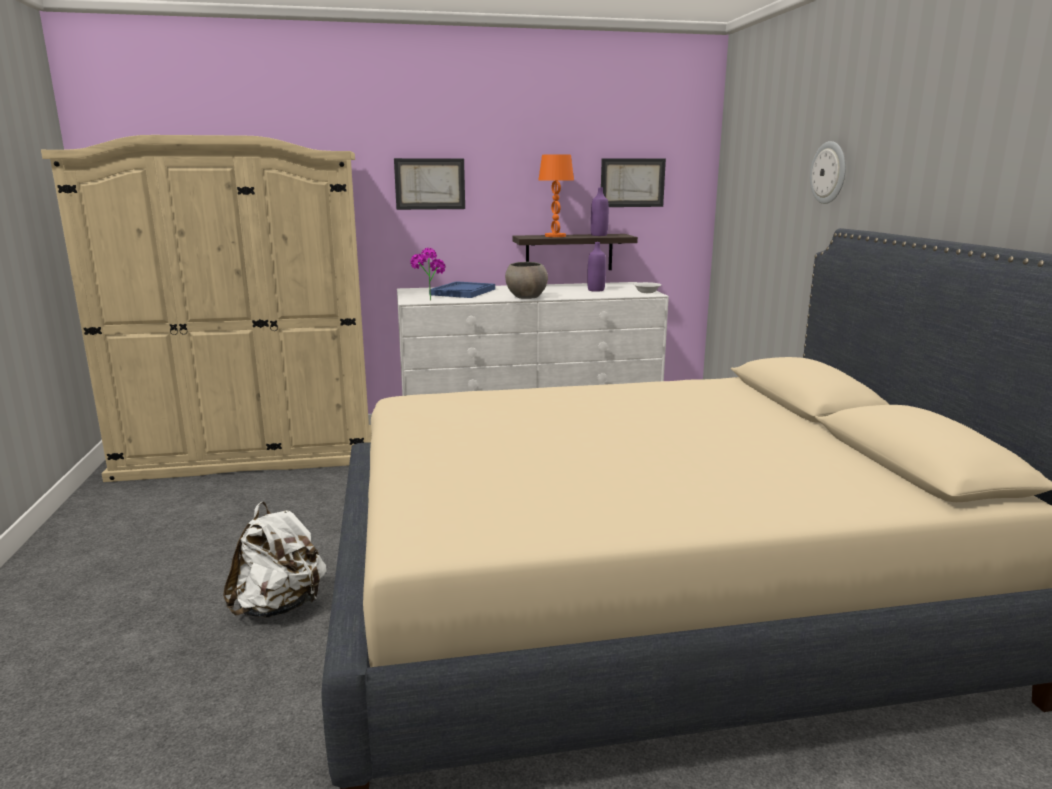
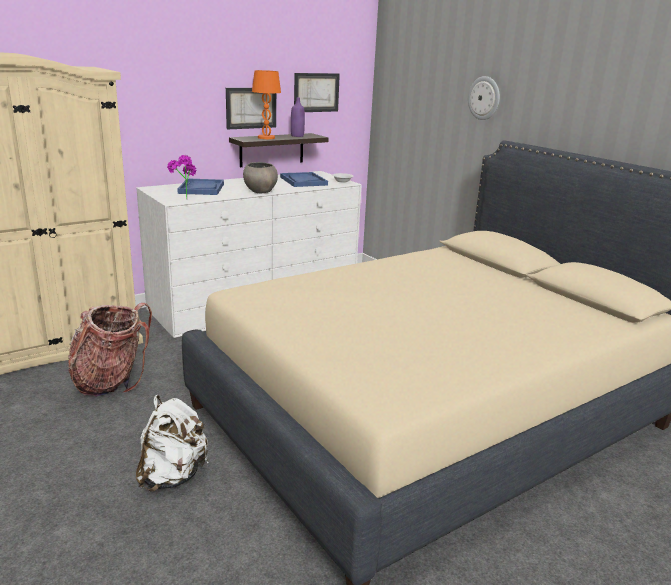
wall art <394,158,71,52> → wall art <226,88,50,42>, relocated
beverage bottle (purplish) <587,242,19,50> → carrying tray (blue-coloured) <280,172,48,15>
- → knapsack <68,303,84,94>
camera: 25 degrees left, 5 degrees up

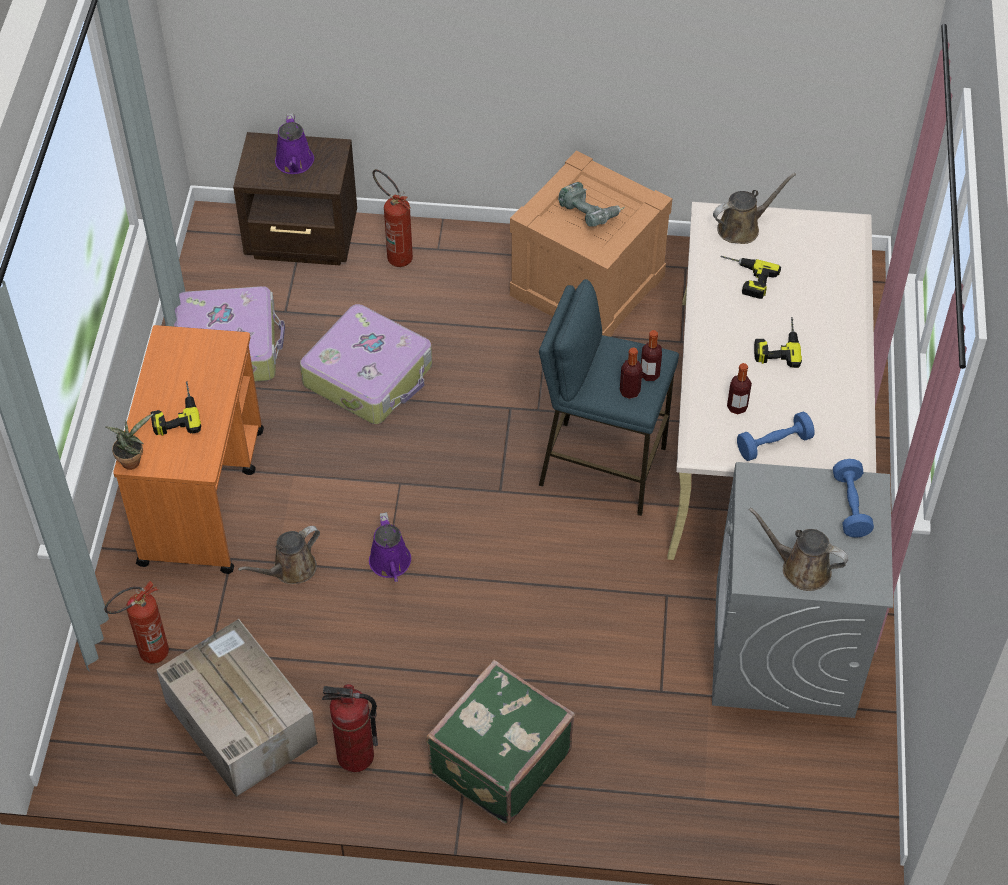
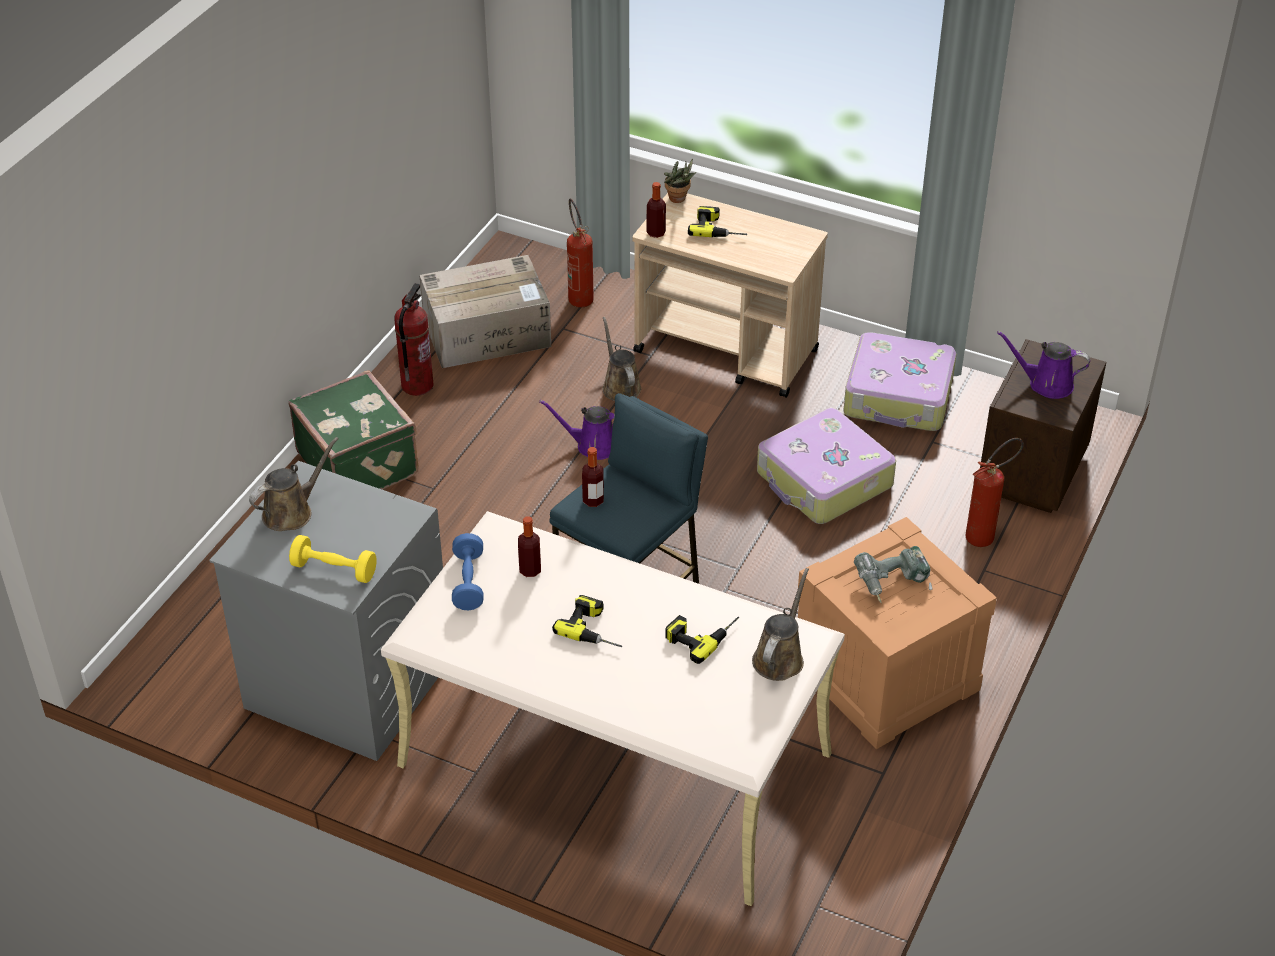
trolley (orange) <113,325,151,249> → trolley (beige-coloured) <632,193,196,205>
beverage bottle <641,330,21,51> → beverage bottle <647,182,19,56>, relocated
sprinkling can (brown-coloured) <713,173,83,71> → sprinkling can (brown-coloured) <752,568,57,113>, 150 degrees counterclockwise
hand weight (blue-coloured) <833,459,41,79> → hand weight (yellowish) <289,535,88,48>
camera: 110 degrees right, 10 degrees down

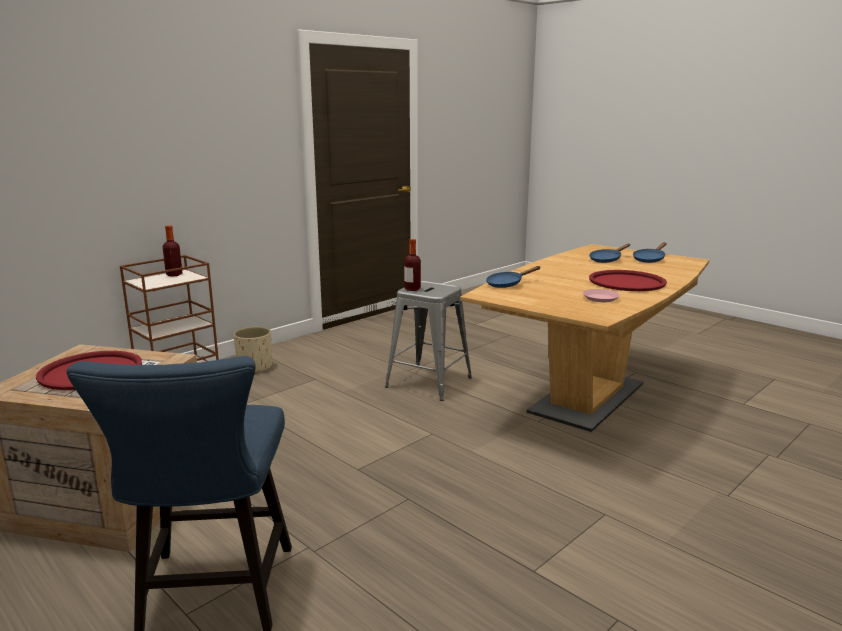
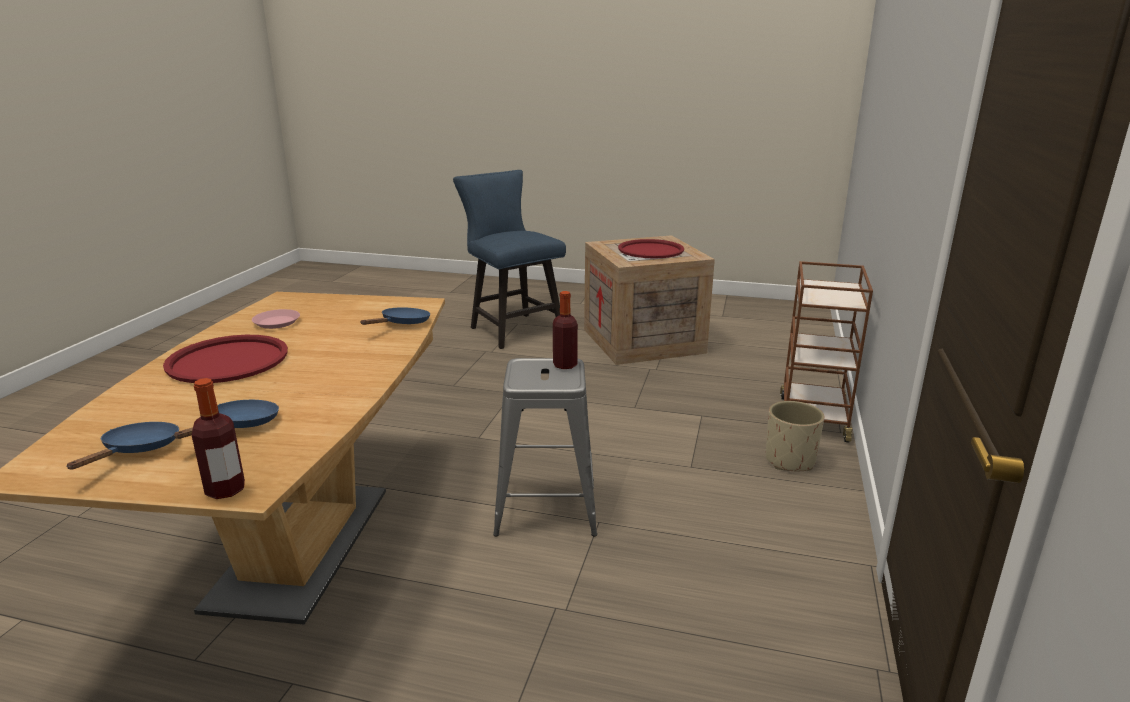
beverage bottle <163,225,19,52> → beverage bottle <192,378,53,121>, relocated
camera: 150 degrees right, 5 degrees up

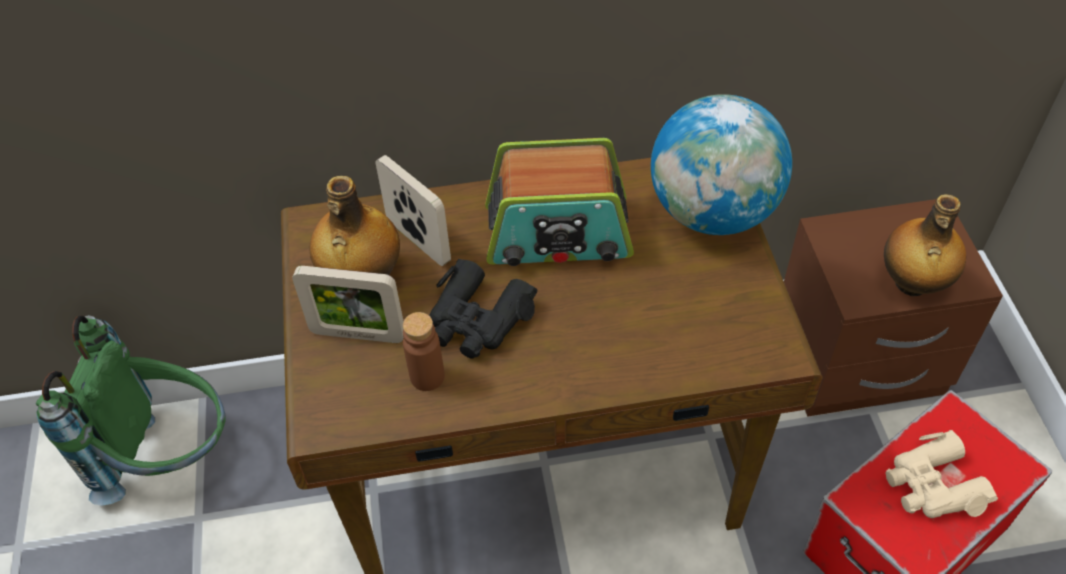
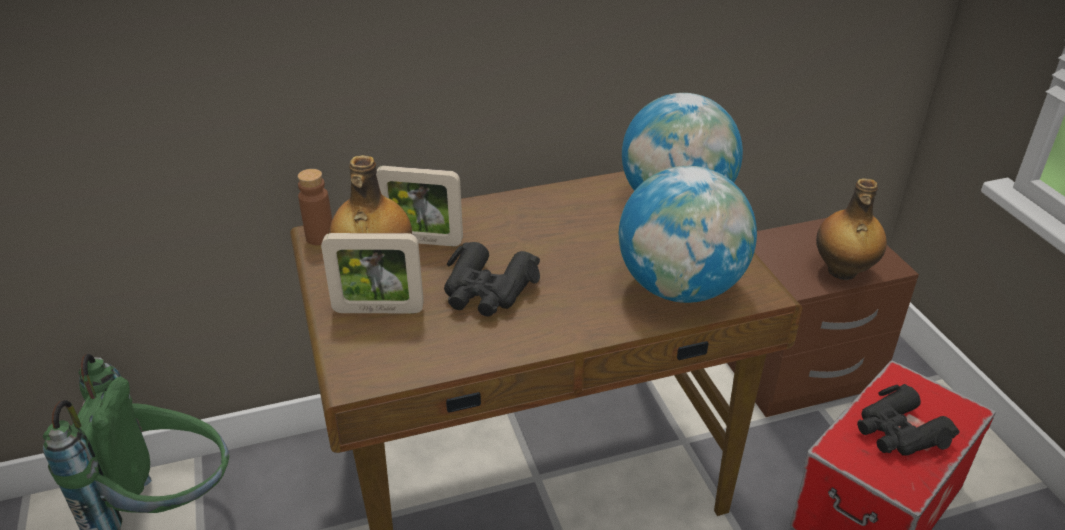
standing frame <375,155,76,111> → standing frame <376,166,87,80>, 150 degrees clockwise
beverage bottle (brown-coloured) <403,312,42,79> → beverage bottle (brown-coloured) <298,169,34,76>, relocated
radio receiver <485,138,149,128> → -
field glasses (beige-coloured) <885,430,113,88> → field glasses (blackish) <857,384,102,72>
- → globe <619,166,138,137>
camera: 10 degrees left, 15 degrees down

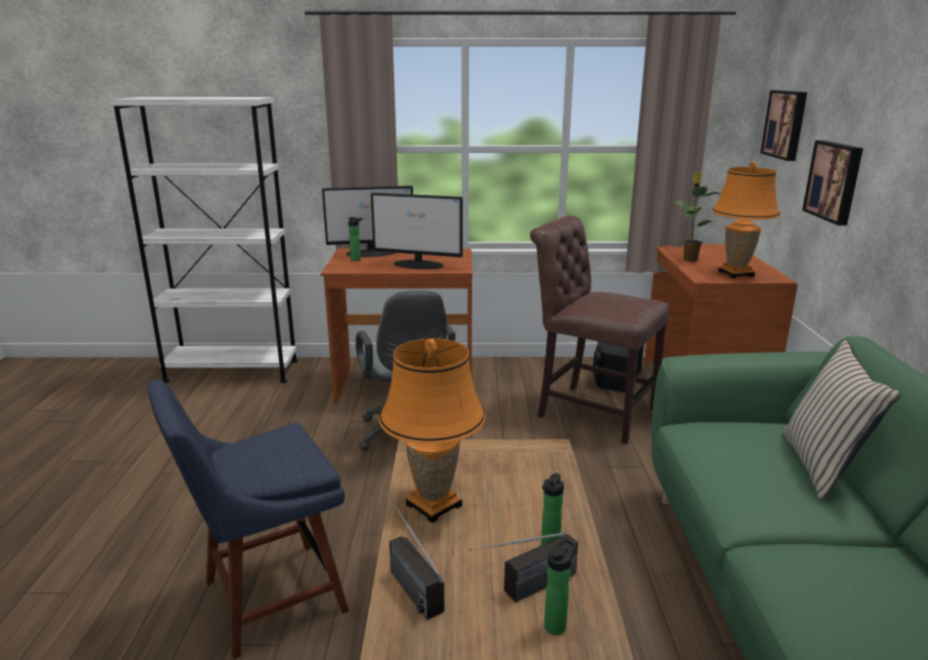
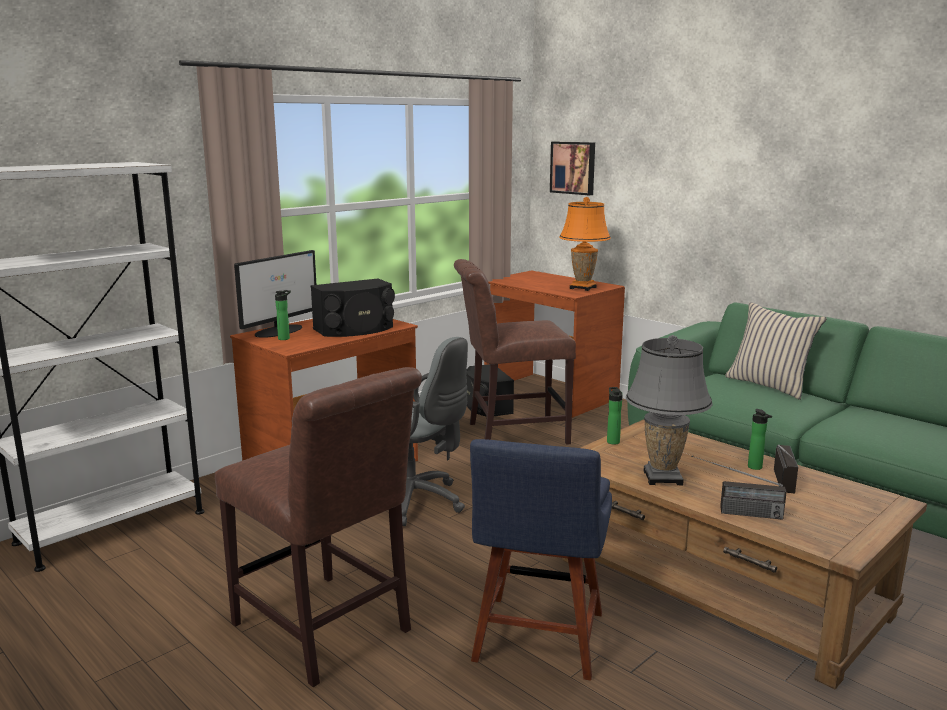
monitor <371,193,92,76> → audio speaker (blackish) <310,278,85,59>
lamp for a table (orange) <379,338,106,185> → lamp for a table (gray) <626,335,87,150>
beverage bottle <544,538,33,97> → beverage bottle <607,387,16,58>, relocated
houseplant <674,173,47,89> → -
wall art <802,140,61,85> → -
- → plain chair (brown-coloured) <215,367,207,320>
camera: 45 degrees left, 5 degrees down

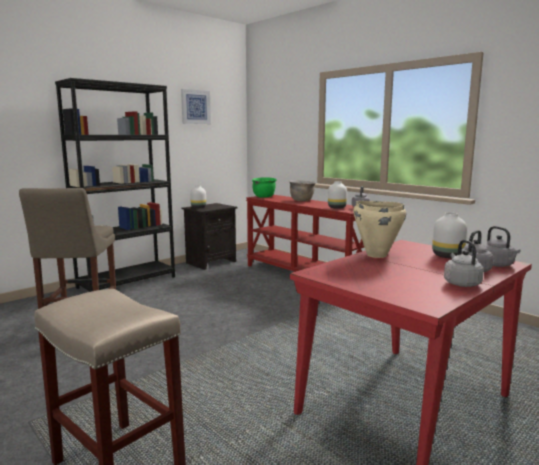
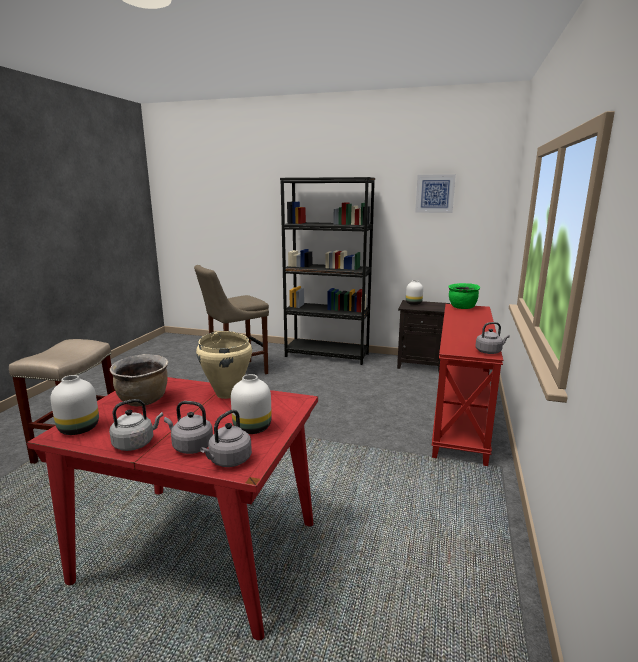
cooking pot (brown-coloured) <289,180,27,21> → cooking pot (brown-coloured) <110,354,58,52>, relocated
decorative vase (whitish) <328,181,19,28> → decorative vase (whitish) <51,375,48,60>, relocated
camera: 60 degrees right, 5 degrees up

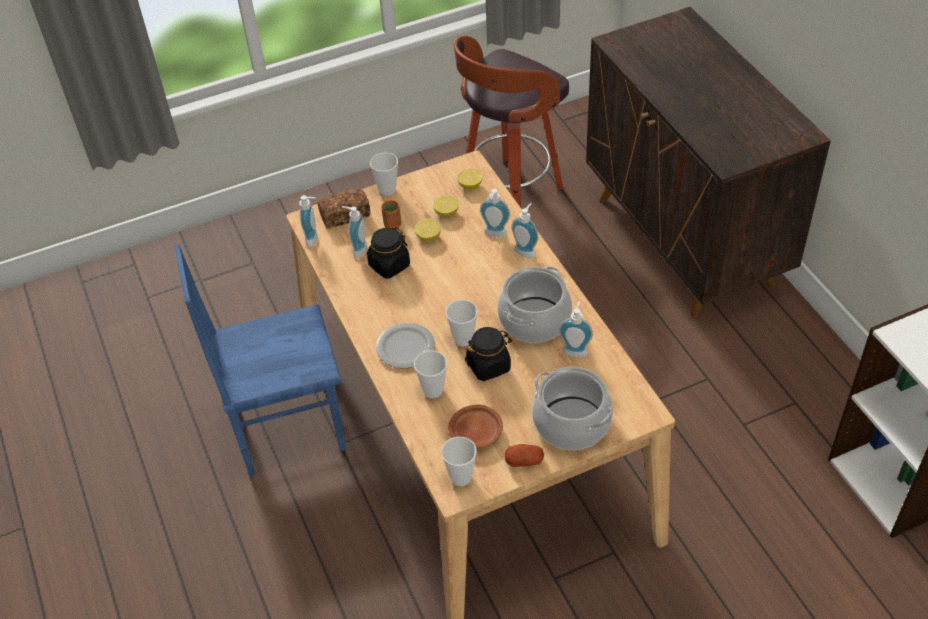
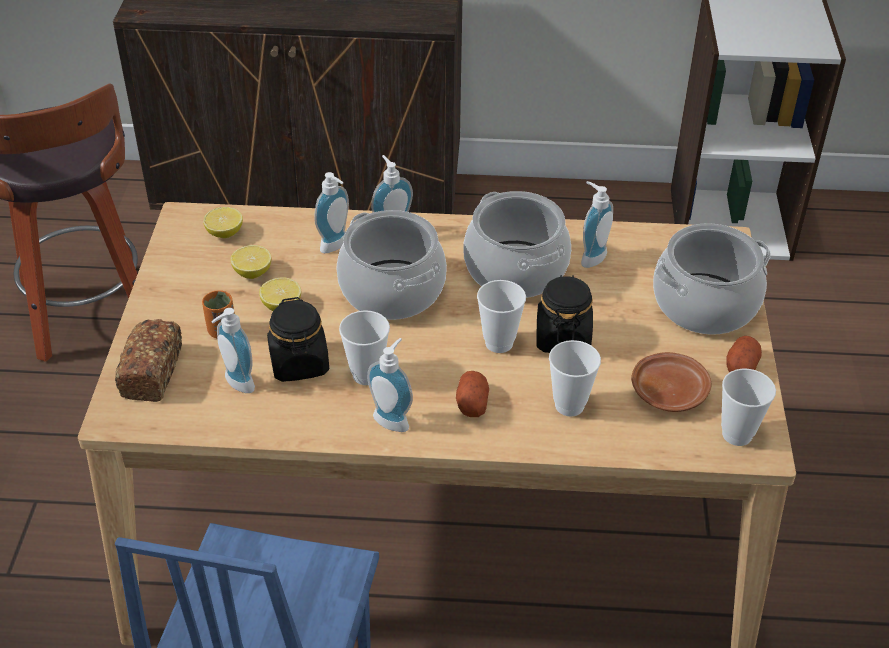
liquid soap bottle <299,195,19,52> → liquid soap bottle <367,338,46,94>, relocated
drinking cup <370,153,28,43> → drinking cup <339,310,51,75>, relocated
flat dish <376,323,59,45> → whole potato <456,371,33,46>
- → cooking pot <337,210,110,110>
camera: 65 degrees left, 5 degrees down

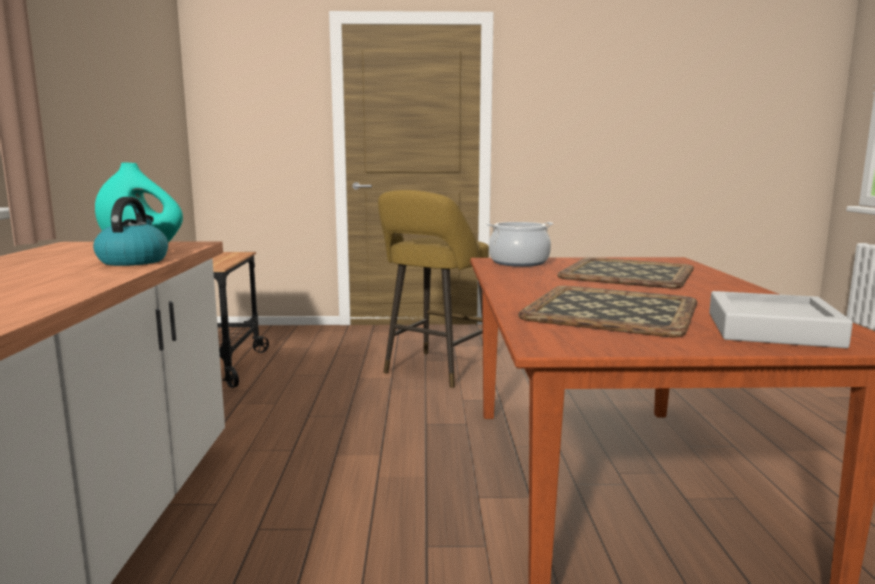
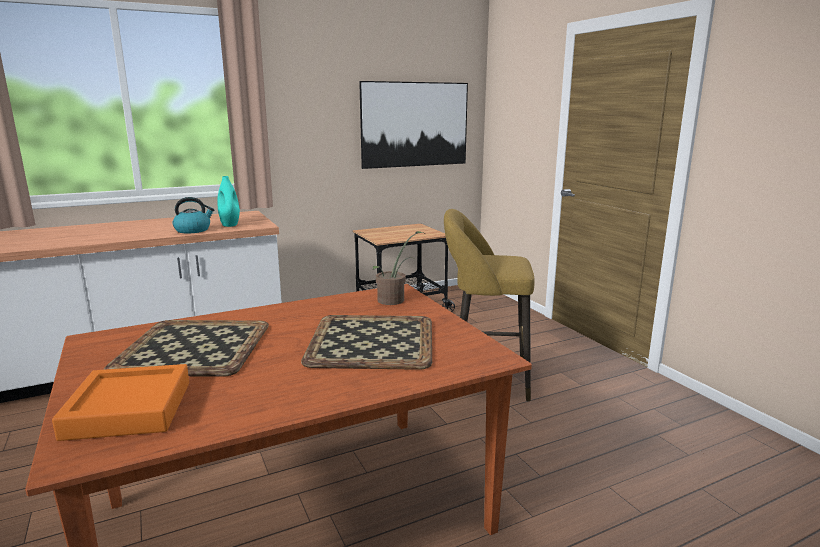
cooking pot <487,222,66,45> → houseplant <373,231,52,74>
carrying tray (gray) <709,291,144,57> → carrying tray (orange) <52,364,137,77>
- → wall art <359,81,109,88>
camera: 65 degrees right, 5 degrees up

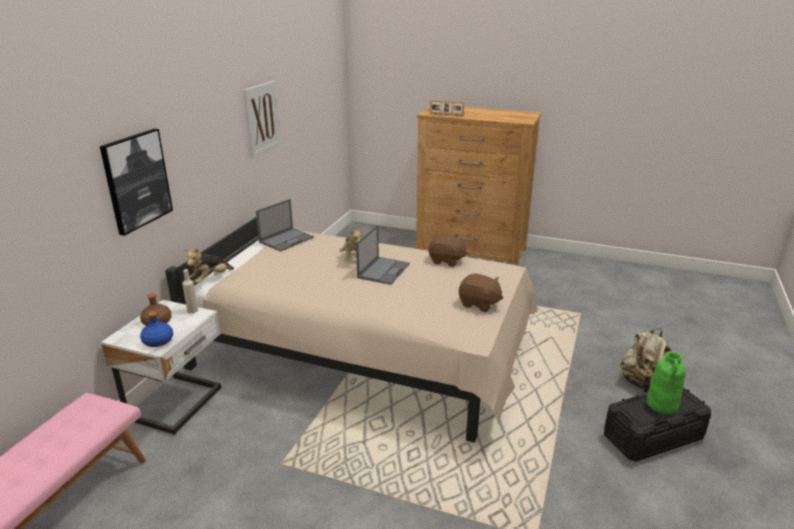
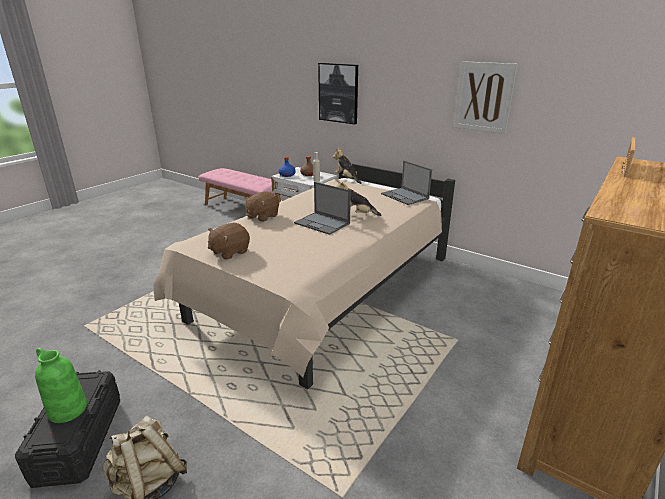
plush toy (brown-coloured) <429,235,39,32> → plush toy (brown-coloured) <244,191,35,31>, relocated
camera: 105 degrees right, 0 degrees up

